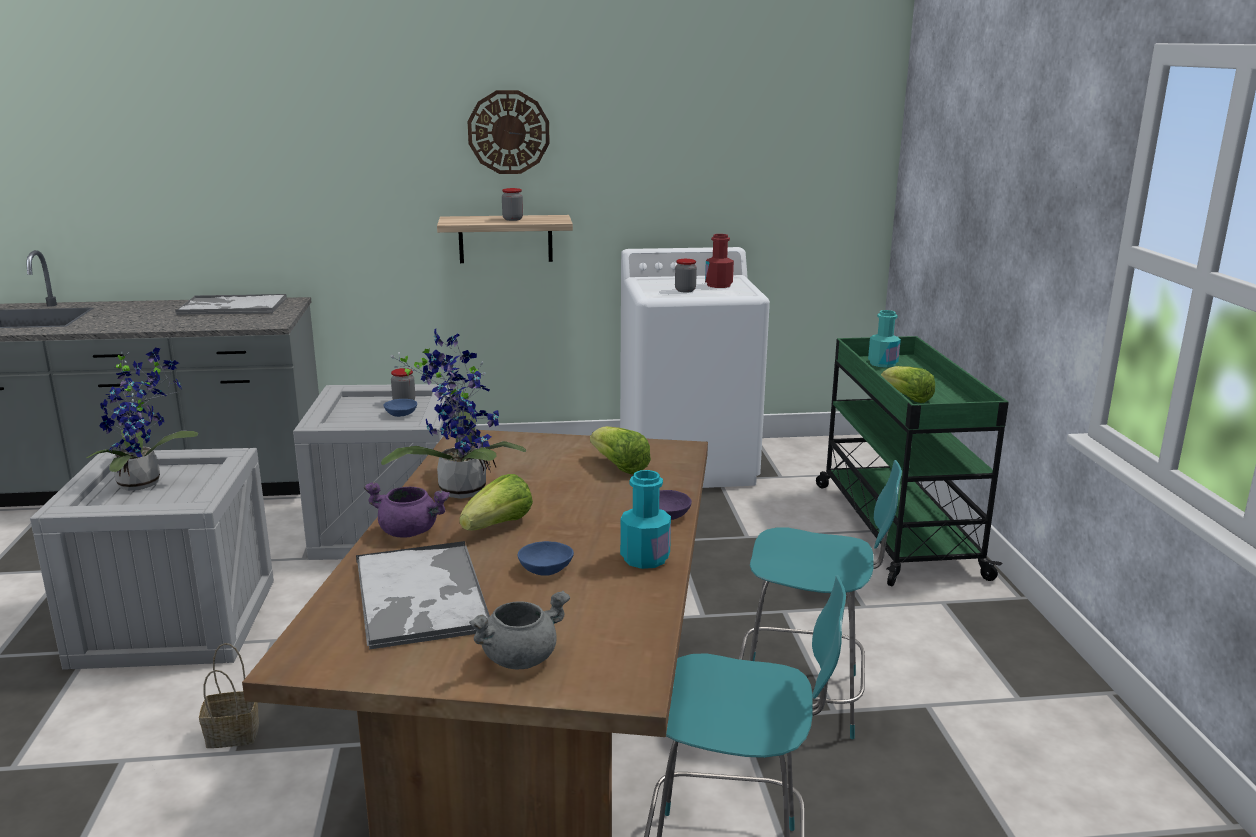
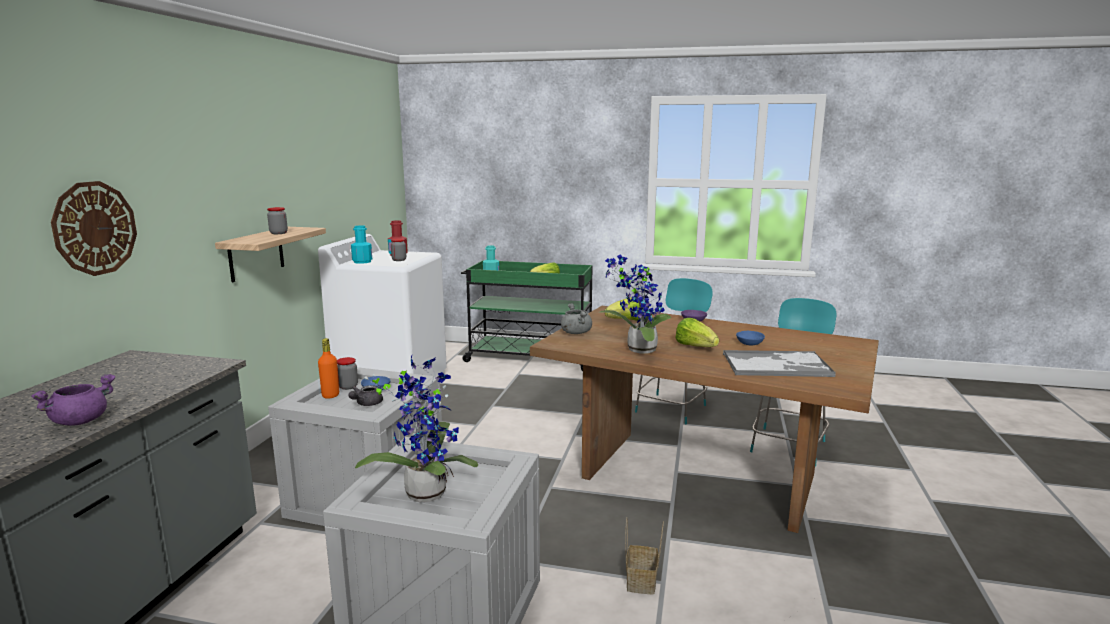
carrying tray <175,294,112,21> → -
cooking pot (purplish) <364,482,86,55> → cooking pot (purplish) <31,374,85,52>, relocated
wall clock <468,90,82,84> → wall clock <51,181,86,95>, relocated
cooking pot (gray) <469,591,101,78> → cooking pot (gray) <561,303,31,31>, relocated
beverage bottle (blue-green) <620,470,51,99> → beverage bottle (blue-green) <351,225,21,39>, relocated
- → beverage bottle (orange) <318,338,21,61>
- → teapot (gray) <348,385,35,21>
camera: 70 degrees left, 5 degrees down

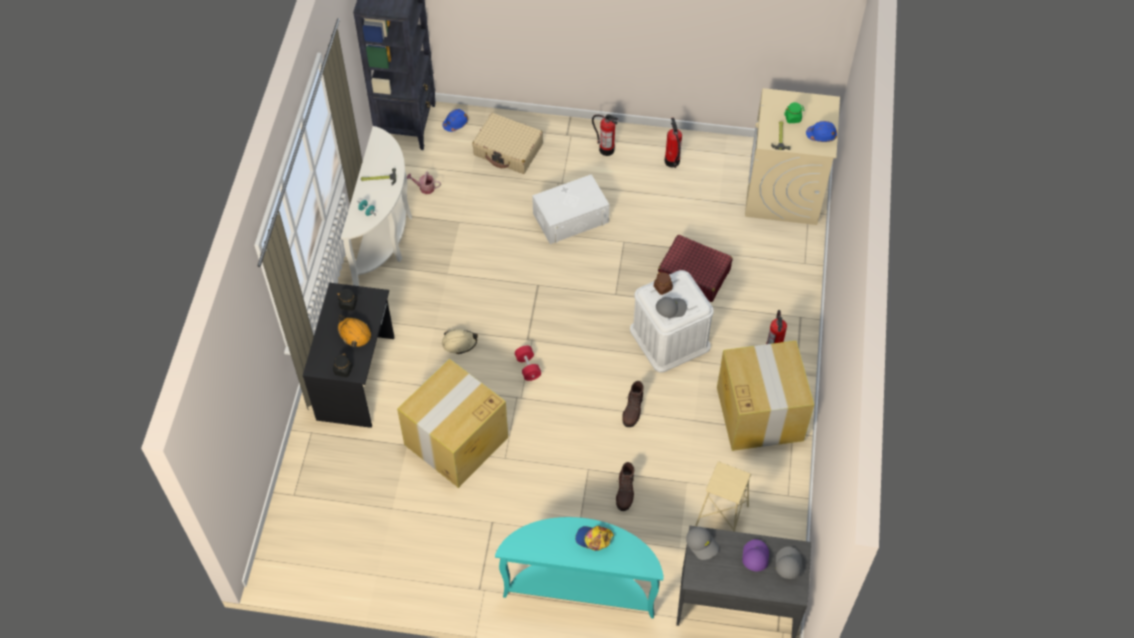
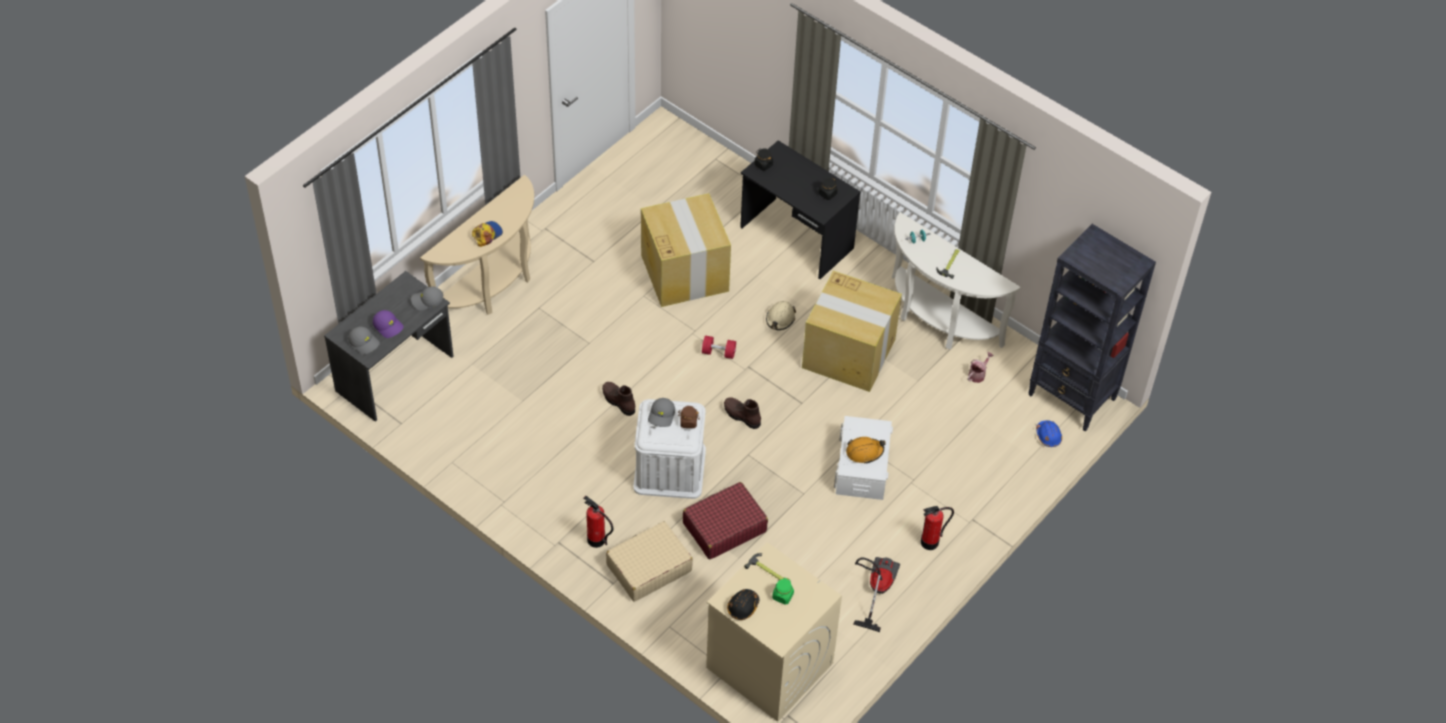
work helmet (orange) <337,315,34,32> → work helmet (orange) <846,437,40,27>, relocated
suitcase (beige-coloured) <472,113,71,61> → suitcase (beige-coloured) <606,521,87,81>, relocated
hall table (blue-green) <495,517,168,102> → hall table (beige-coloured) <420,175,114,140>
high-top boot (brown-coloured) <616,462,18,49> → high-top boot (brown-coloured) <724,397,37,32>, relocated
fire extinguisher <665,117,17,51> → vacuum cleaner <853,557,47,75>
sitting stool (beige-coloured) <695,461,56,71> → -
packing box <717,341,97,110> → packing box <802,271,100,121>, relocated
work helmet (blue-coloured) <806,121,31,21> → work helmet (blackish) <727,589,32,31>
camera: 120 degrees right, 5 degrees down

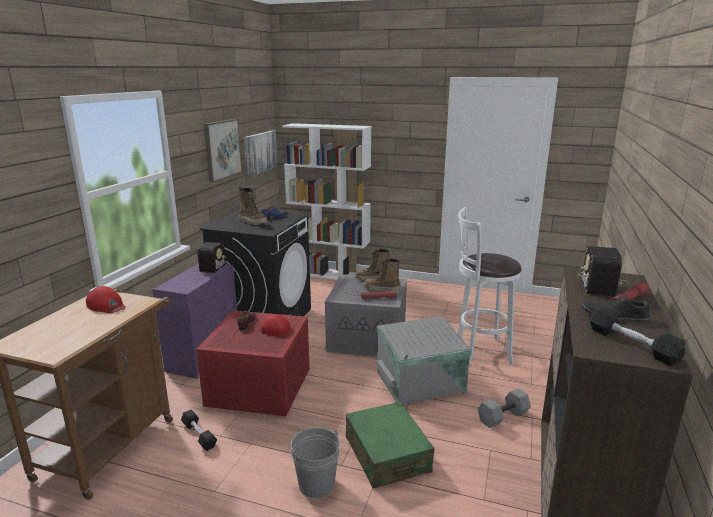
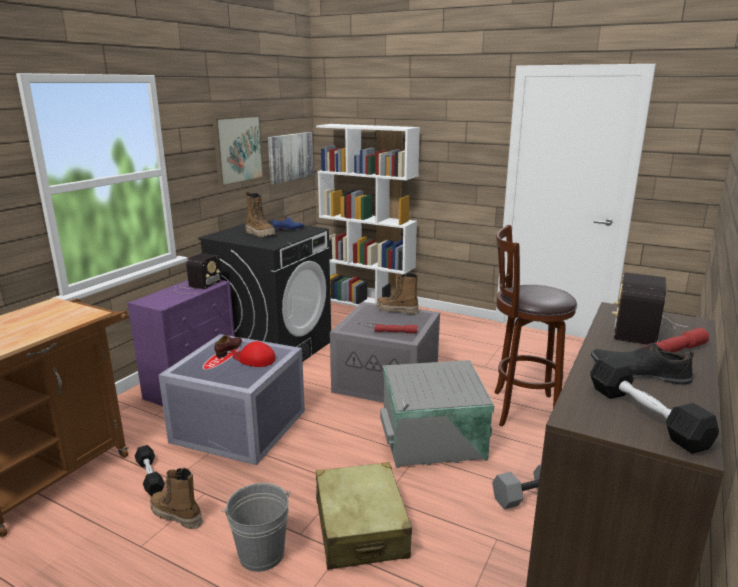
peaked cap (red) <86,286,40,27> → -
storage container (red) <196,310,114,106> → storage container (gray) <158,334,147,131>
suitcase (green-coloured) <346,401,88,88> → suitcase (beige-coloured) <316,462,96,108>
high-top boot <364,258,36,36> → high-top boot <150,468,53,61>, relocated
sitting stool (whitish) <458,207,64,159> → sitting stool (brown-coloured) <494,225,83,201>
camera: 10 degrees right, 0 degrees up

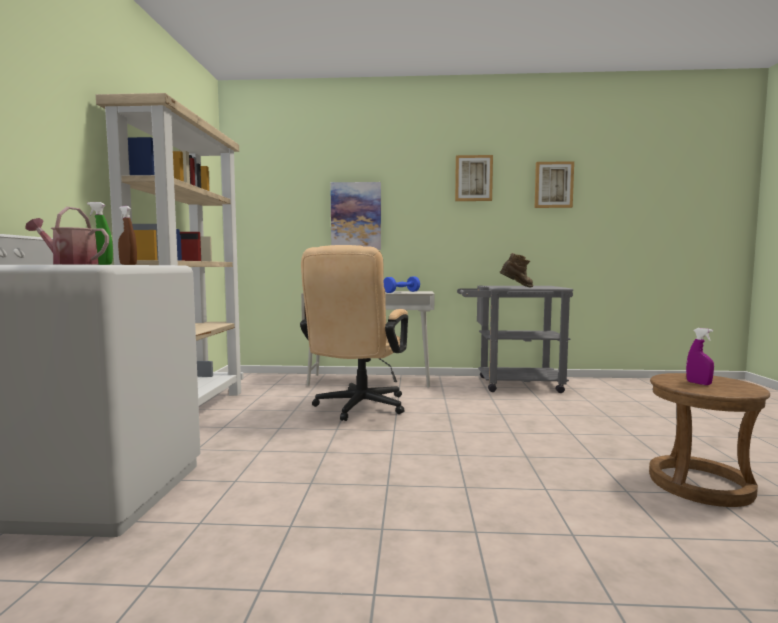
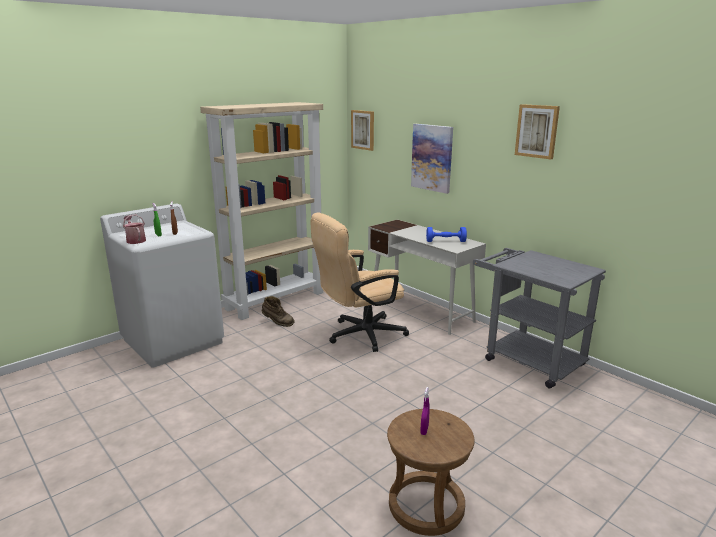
high-top boot (brown-coloured) <499,253,34,34> → high-top boot (brown-coloured) <262,296,33,31>, relocated
wall art <535,161,39,47> → wall art <351,110,23,41>, relocated
camera: 45 degrees right, 15 degrees up

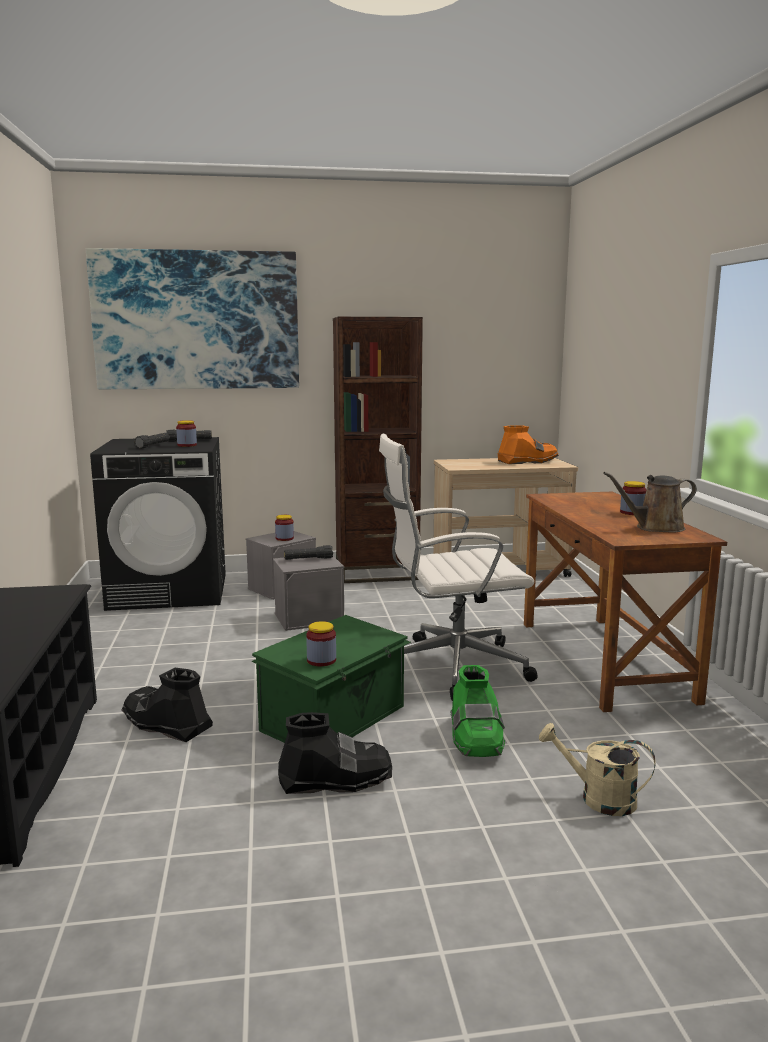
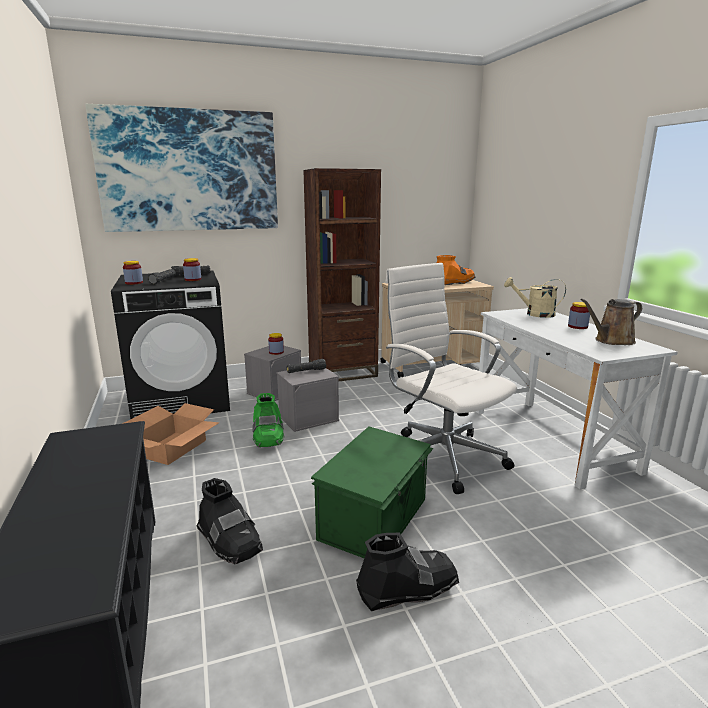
high-top boot (blackish) <121,668,92,74> → high-top boot (blackish) <197,478,66,87>, 150 degrees counterclockwise
storage jar <306,621,30,45> → storage jar <123,261,20,24>, relocated
office chair (whitish) <379,434,159,267> → office chair (whitish) <385,263,132,231>, 75 degrees clockwise
high-top boot (green-coloured) <450,665,55,92> → high-top boot (green-coloured) <252,393,33,54>, relocated
desk unit (brown-coloured) <524,492,203,220> → desk unit (whitish) <476,308,202,182>
sprinkling can (beige-coloured) <539,723,117,93> → sprinkling can (beige-coloured) <504,277,62,41>, relocated
- → packing box <122,403,97,62>
camera: 10 degrees left, 5 degrees up

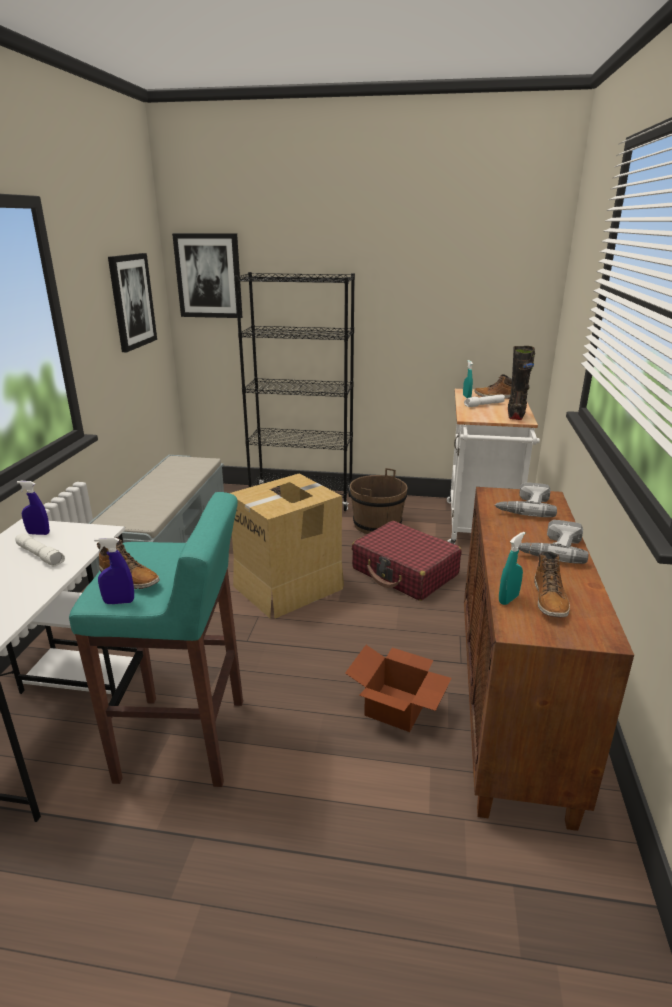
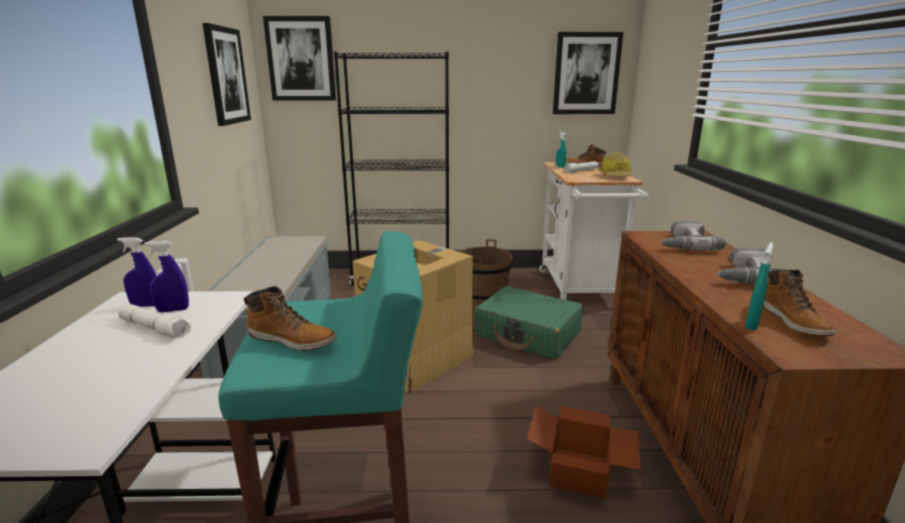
sprayer (blue-coloured) <94,537,40,67> → sprayer (blue-coloured) <145,241,44,71>, relocated
suitcase (red) <352,521,110,80> → suitcase (green-coloured) <475,286,108,74>
high-top boot (blackish) <508,346,27,74> → work helmet <599,152,33,24>
- → wall art <553,32,70,82>
camera: 10 degrees left, 5 degrees down

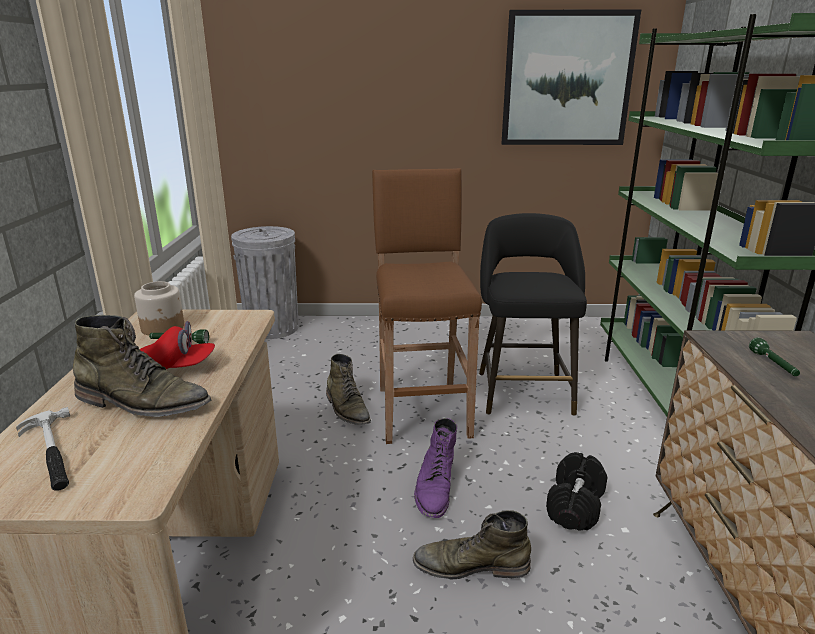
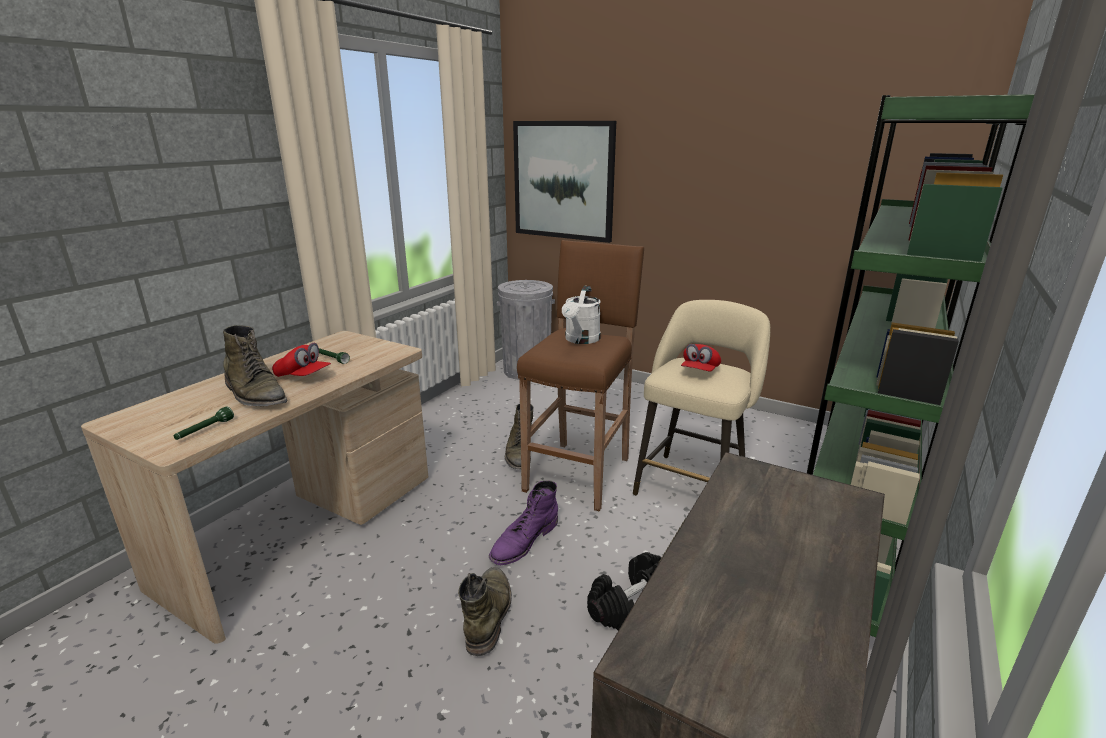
tool hammer <16,407,54,84> → -
storage jar <134,281,50,54> → -
high-top boot (green-coloured) <413,510,118,69> → high-top boot (green-coloured) <458,567,54,89>, 60 degrees clockwise
sitting stool (blackish) <479,213,108,203> → sitting stool (beige-coloured) <633,300,137,196>
wall art <501,10,140,135> → wall art <513,121,103,122>, relocated
hand torch (green-coloured) <749,338,51,38> → hand torch (green-coloured) <173,407,61,33>, relocated
- → sprinkling can (whitish) <562,286,39,58>
- → peaked cap (red) <681,344,40,27>
camera: 30 degrees right, 0 degrees up

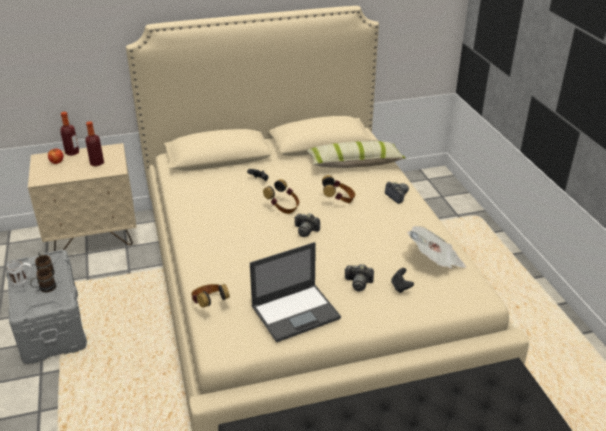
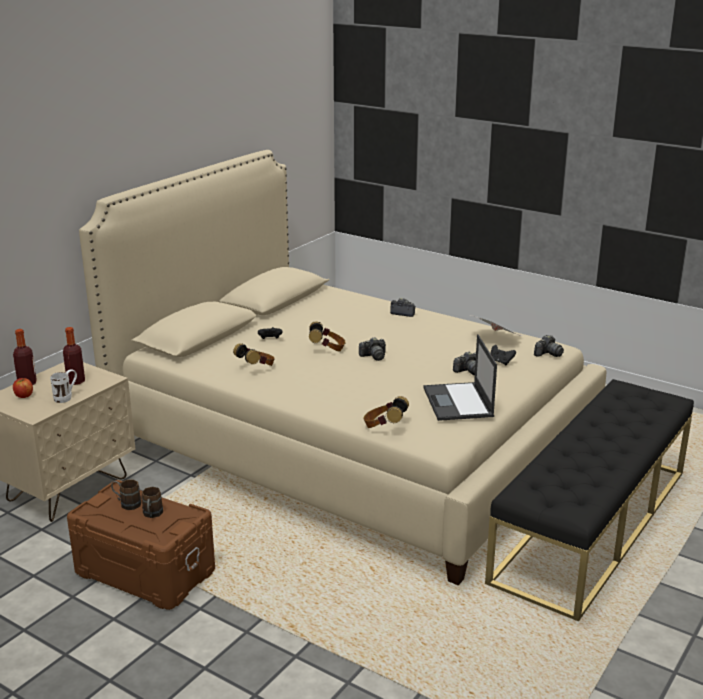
storage container (gray) <6,250,81,114> → storage container (brown-coloured) <67,480,148,130>
coffee mug (whitish) <7,261,25,27> → coffee mug (whitish) <50,369,27,34>, relocated
notebook computer <250,242,91,101> → notebook computer <424,335,73,86>, 150 degrees clockwise
pillow <307,141,99,27> → -
headset <322,175,33,28> → headset <233,343,42,23>, relocated
- → photo camera <534,335,30,22>
camera: 40 degrees left, 10 degrees down

